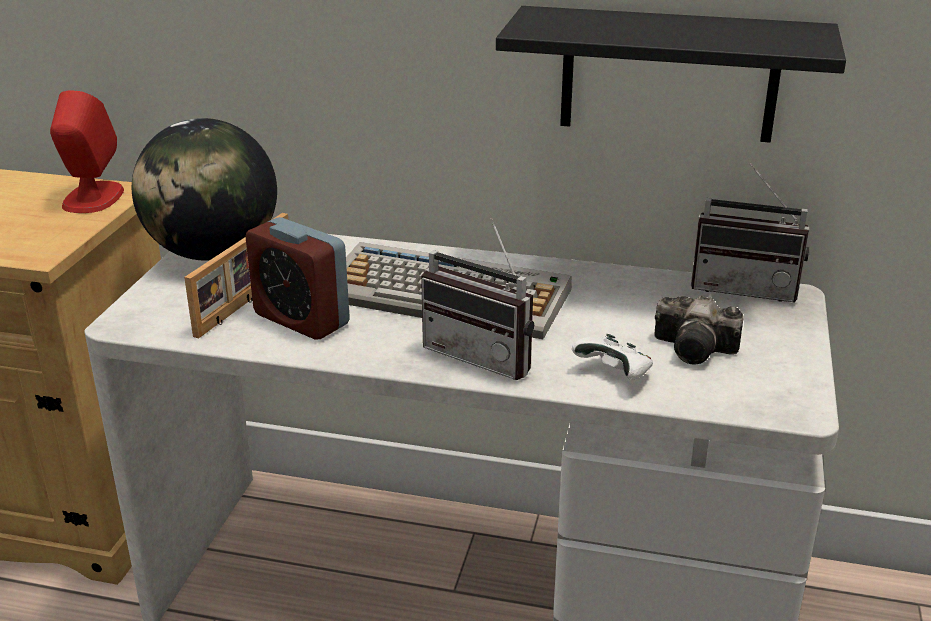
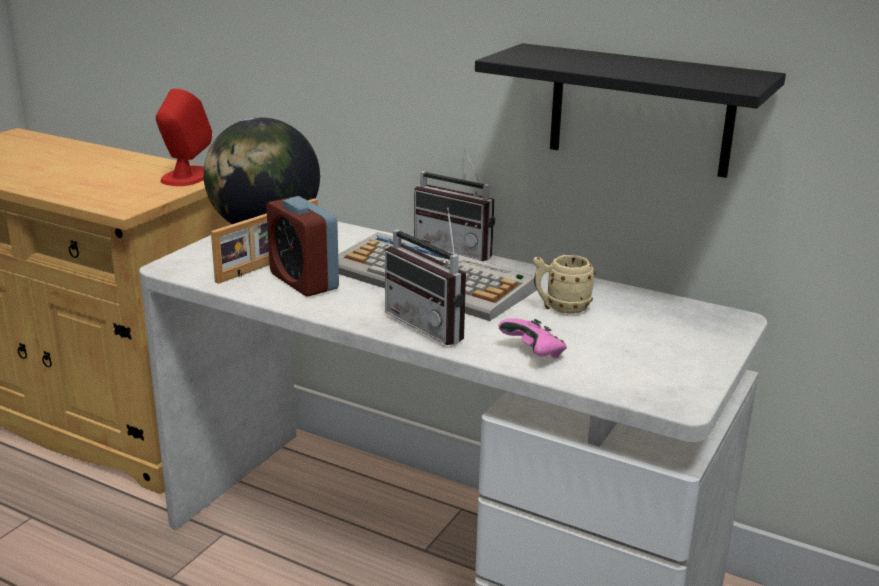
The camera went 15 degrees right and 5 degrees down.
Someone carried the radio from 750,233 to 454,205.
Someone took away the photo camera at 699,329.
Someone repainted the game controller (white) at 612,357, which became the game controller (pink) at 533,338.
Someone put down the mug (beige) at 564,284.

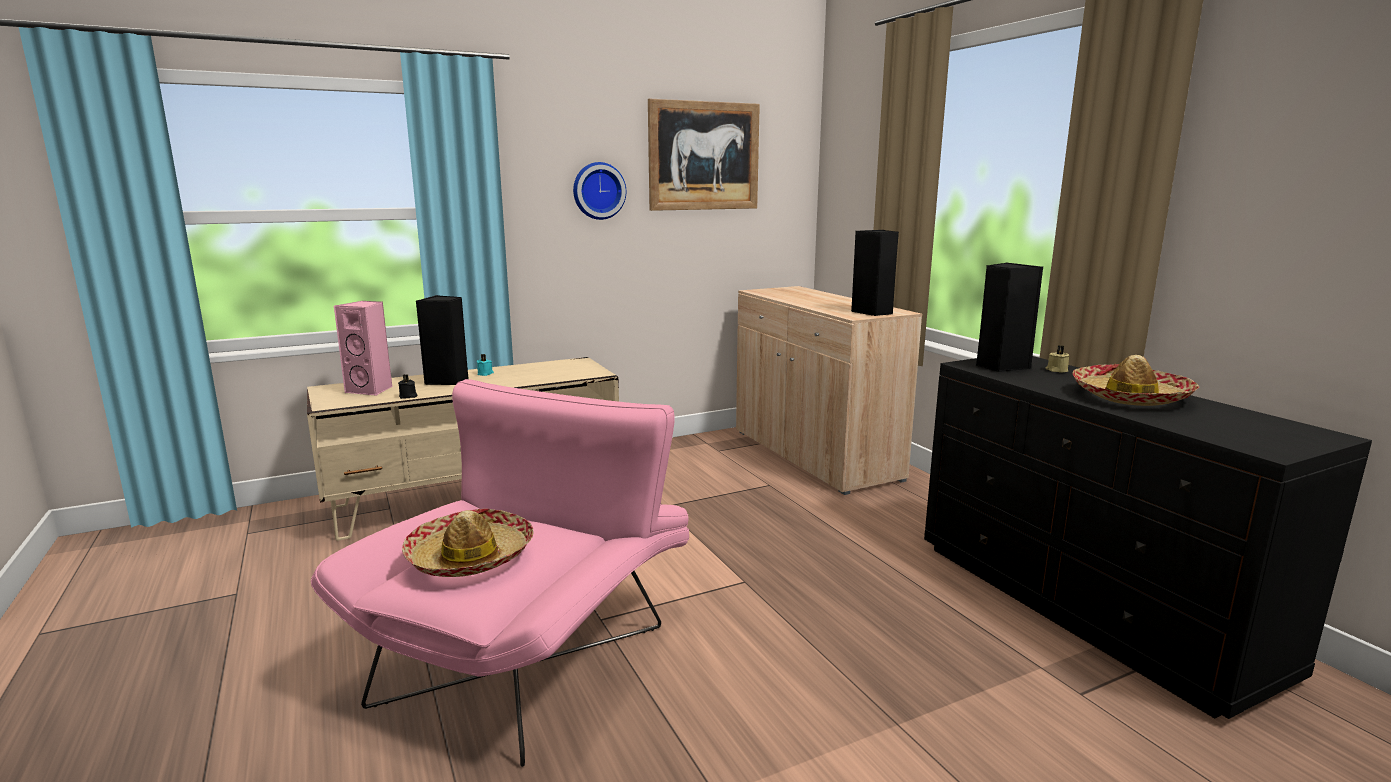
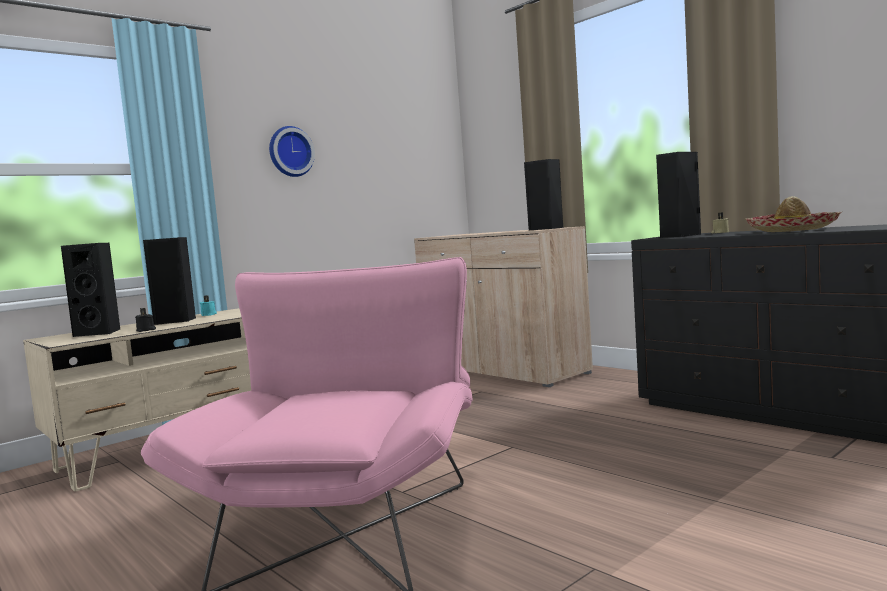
The camera went 15 degrees left and 10 degrees down.
Someone took away the picture at 704,155.
Someone repainted the speaker (pink) at 363,348, which became the speaker (black) at 90,290.
Someone took away the hat at 467,542.

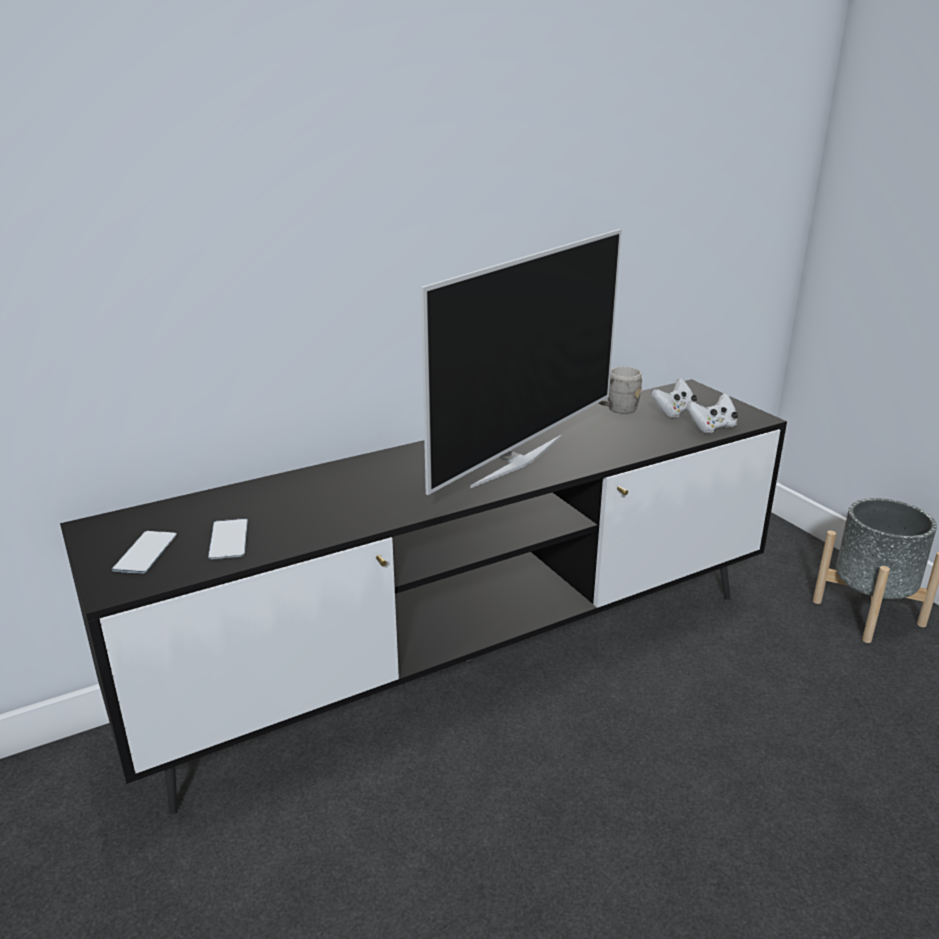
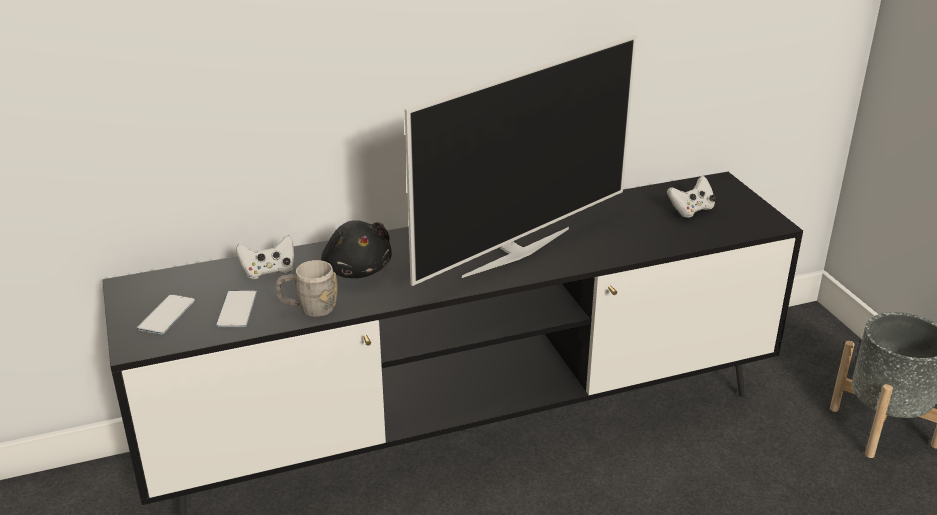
The camera went 10 degrees right and 5 degrees up.
Someone carried the mug (grey) from 620,390 to 306,288.
Someone carried the game controller (white) from 712,413 to 265,257.
Someone put down the plush toy (black) at 356,249.

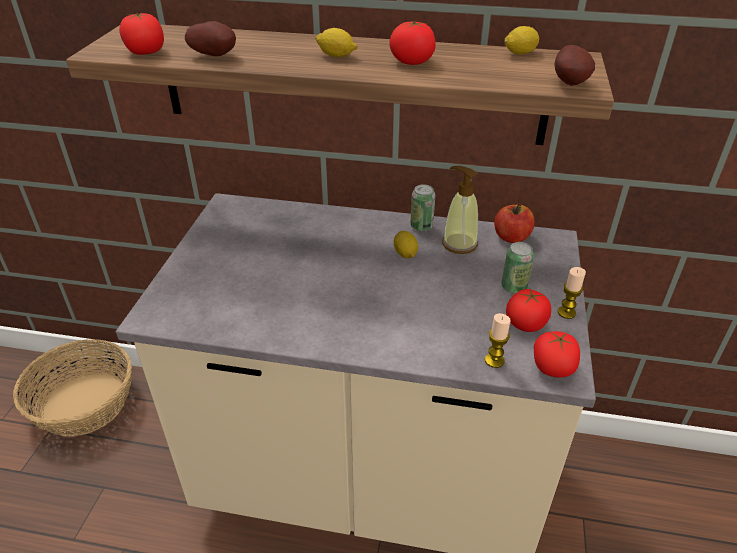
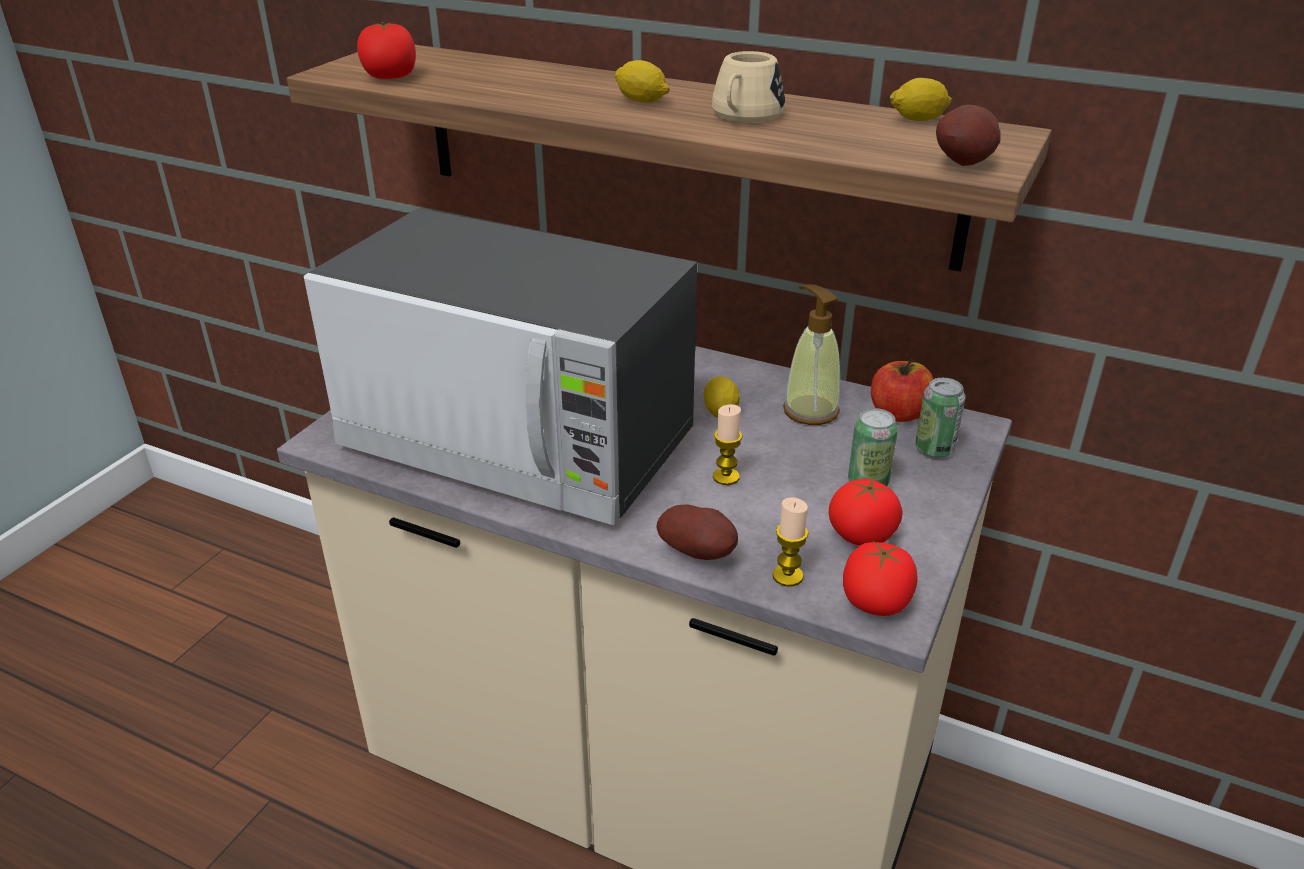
The camera went 15 degrees right and 5 degrees down.
Someone carried the potato from 210,38 to 697,532.
Someone swapped the tomato at 412,43 for the mug (beige) at 748,86.
Someone carried the can from 422,207 to 940,418.
Someone carried the candle from 572,293 to 727,444.
Someone took away the basket at 72,387.
Someone put down the microwave at 500,366.

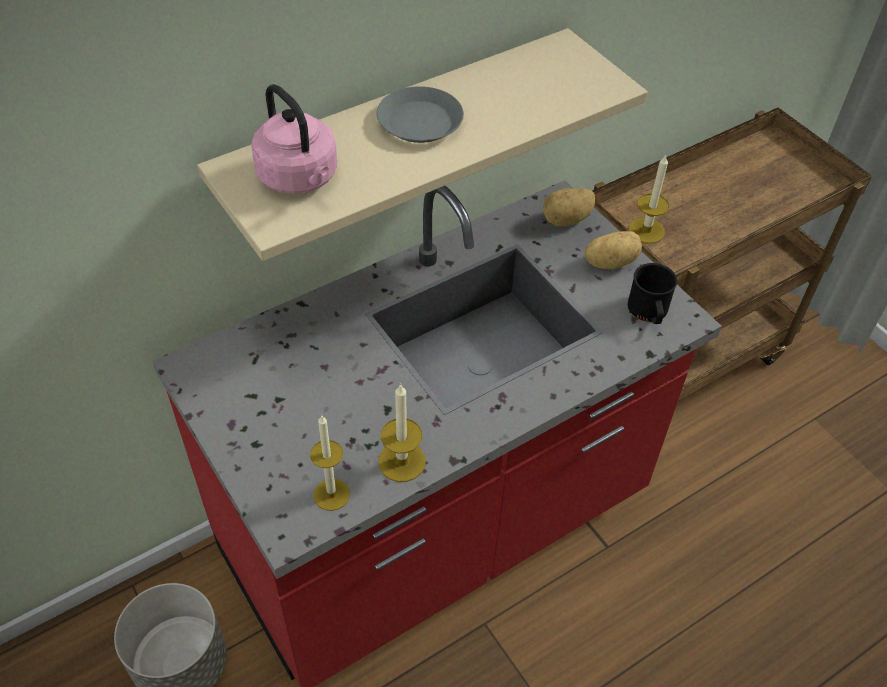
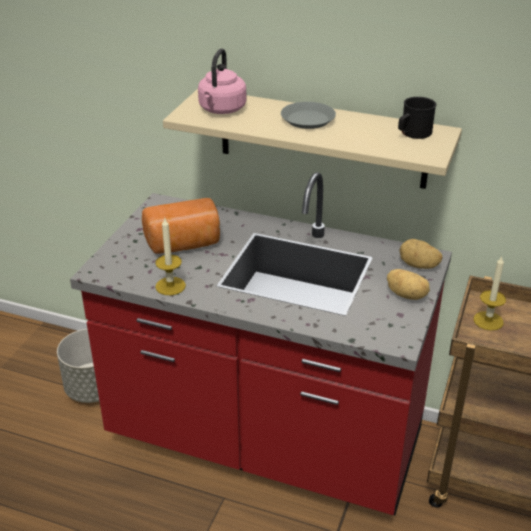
The camera went 55 degrees right and 15 degrees down.
Someone carried the mug (black) from 652,293 to 417,118.
Someone took away the candle at 330,463.
Someone put down the bread at 181,226.

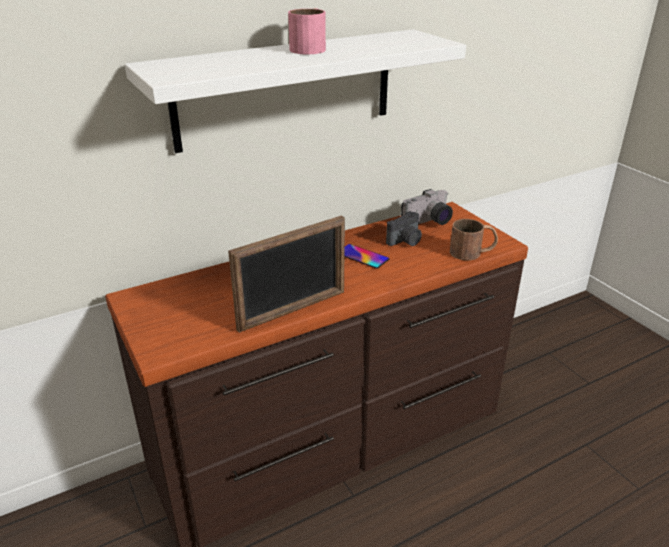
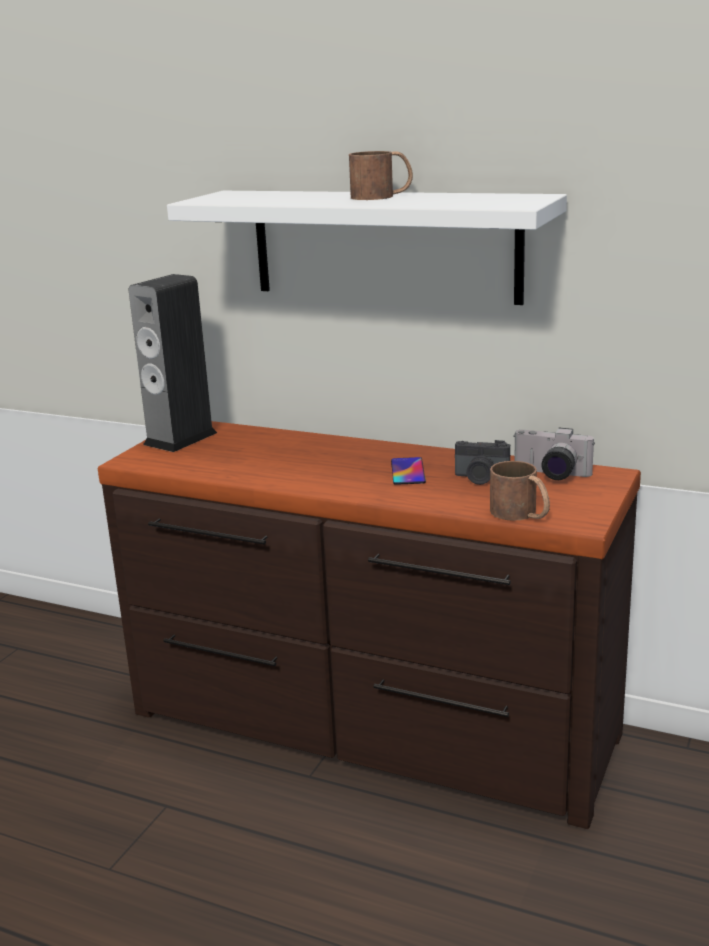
The camera went 55 degrees right and 10 degrees down.
Someone repainted the mug (pink) at 307,31, which became the mug (brown) at 381,175.
Someone took away the picture frame at 286,274.
Someone put down the speaker at 173,363.

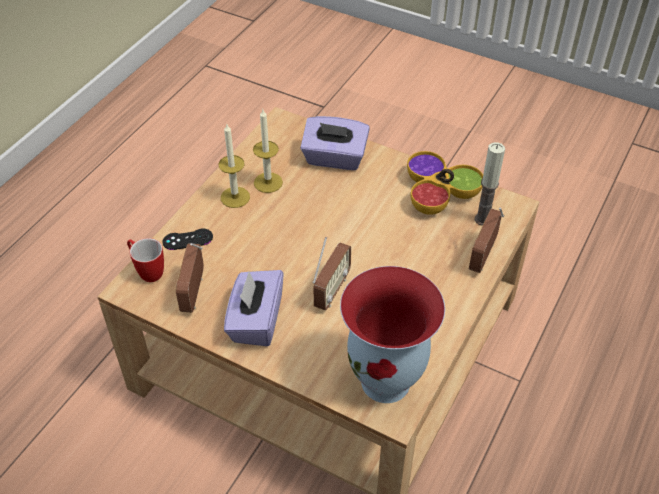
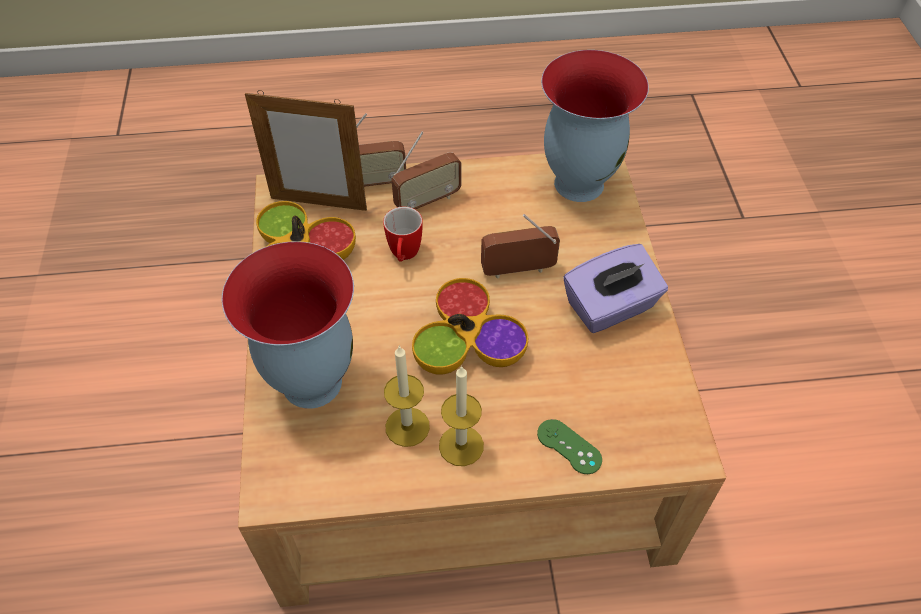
The camera went 125 degrees left and 5 degrees up.
Someone swapped the tissue box (purple) at 335,143 for the vase at 288,325.
Someone swapped the candle at 490,184 for the picture frame at 306,150.
Someone repainted the game controller (black) at 187,239, which became the game controller (green) at 569,446.
Someone carried the mug from 145,260 to 403,234.
Someone carried the radio from 190,277 to 426,170.
Someone put down the bowl at 470,326.

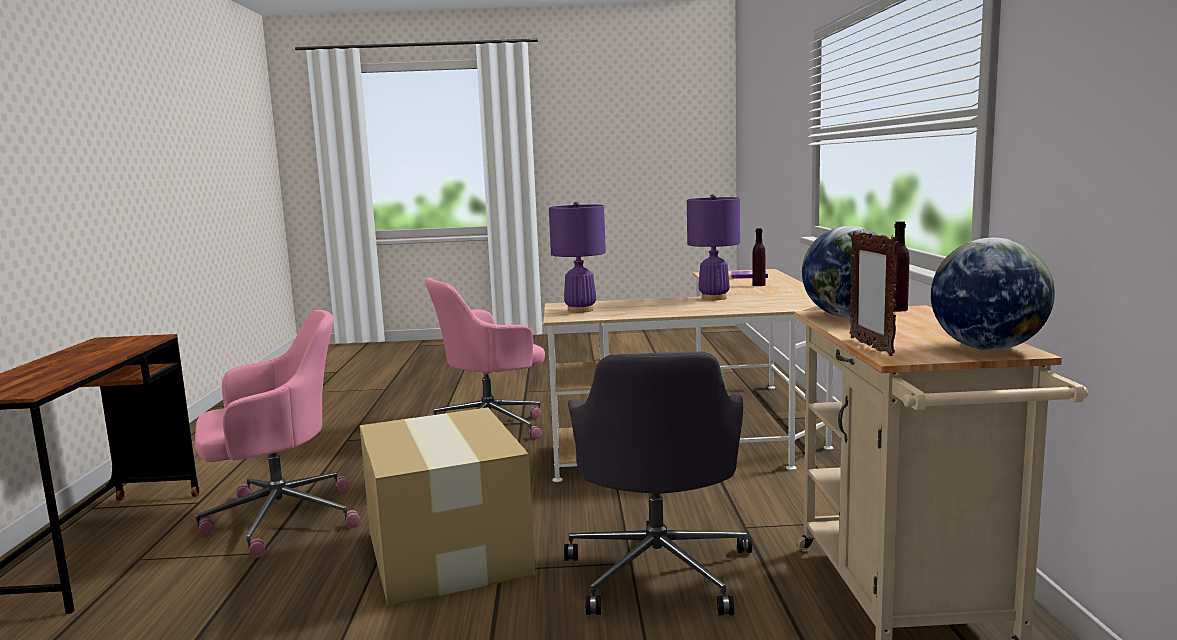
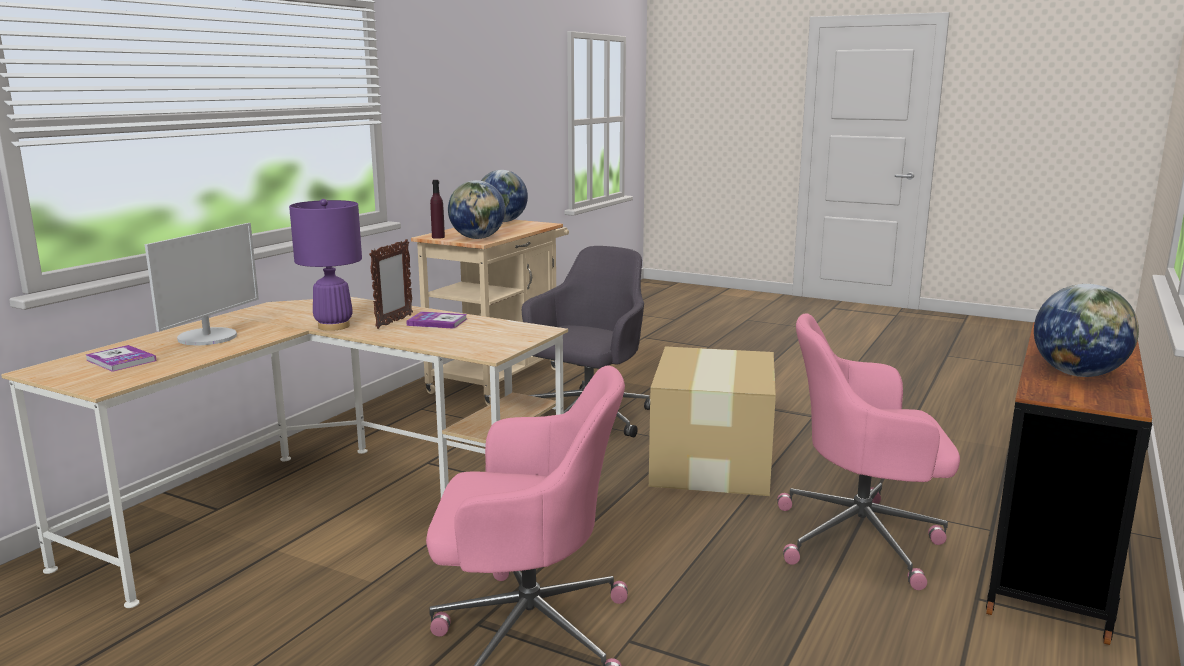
The camera went 150 degrees left and 5 degrees up.
Someone took away the table lamp (purple) at 577,257.
Someone swapped the bottle (purple) at 758,257 for the monitor at 202,284.
Someone carried the picture frame from 874,293 to 391,284.
Someone put down the globe at 1086,330.
Someone put down the book at 436,320.

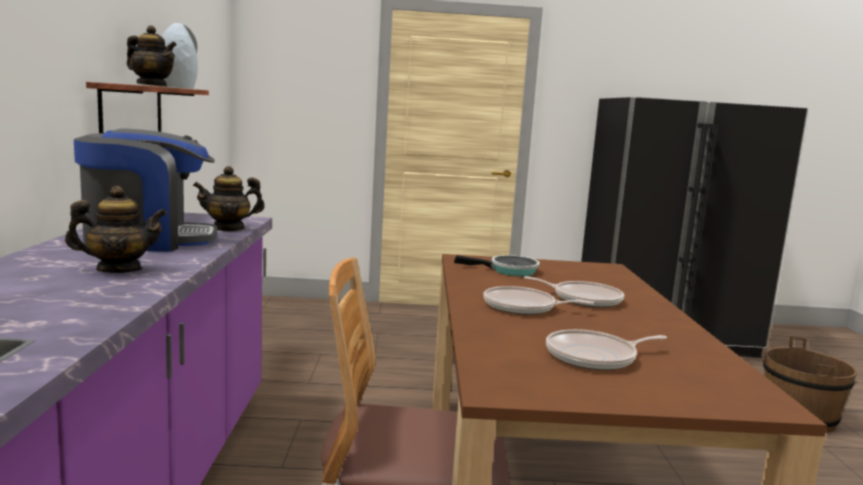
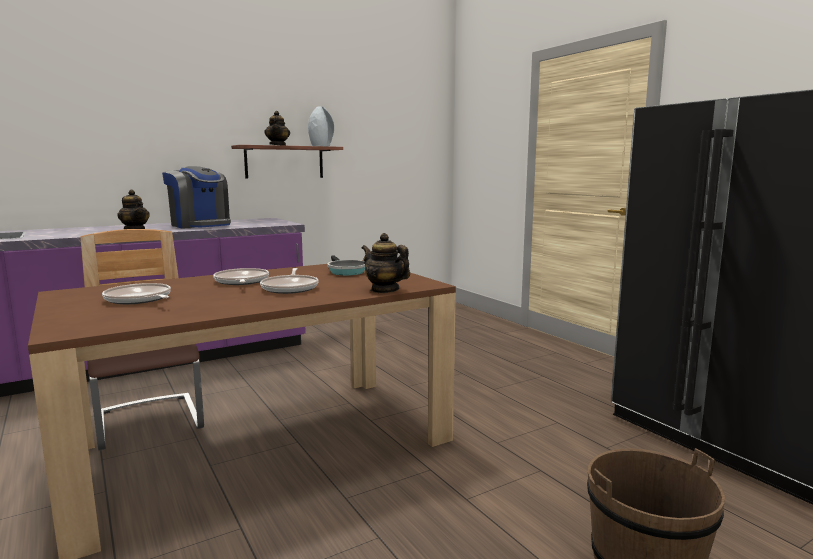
The camera went 60 degrees right and 0 degrees up.
Someone carried the teapot from 229,198 to 386,263.

